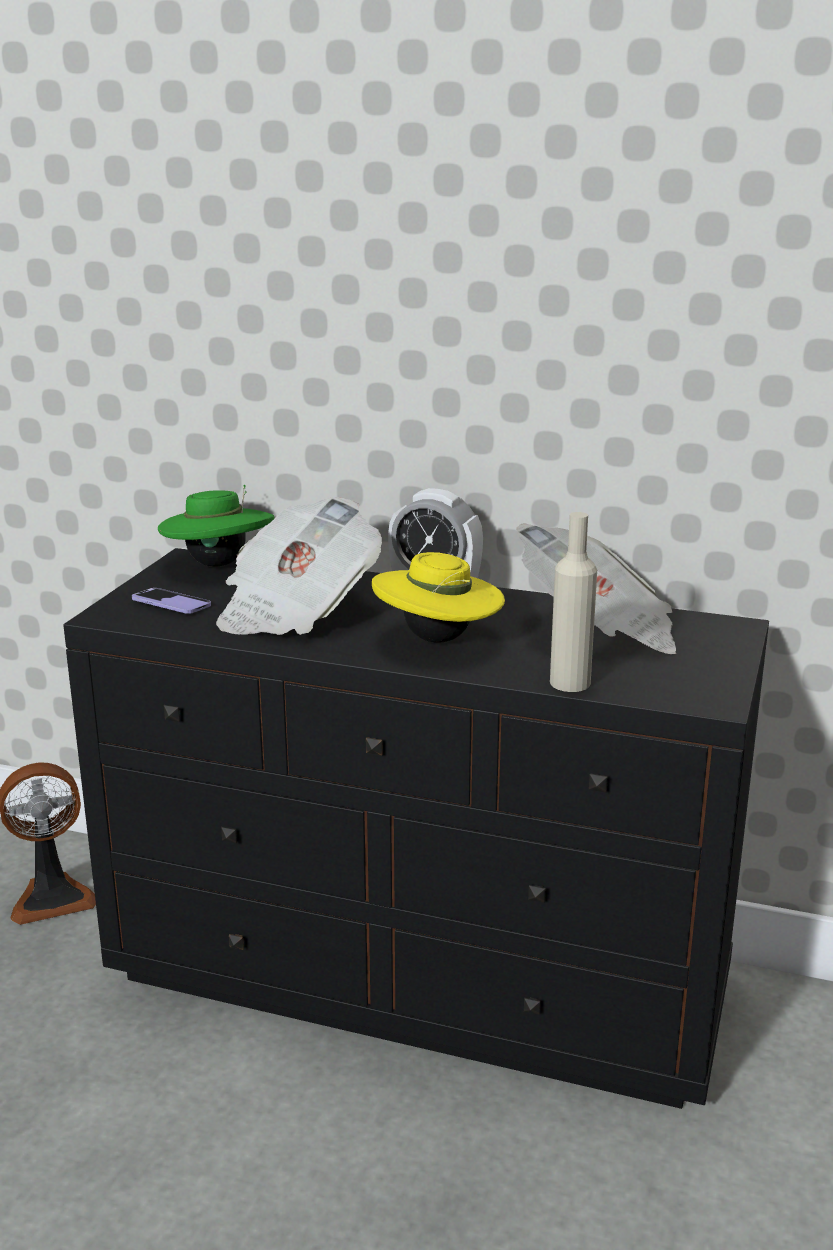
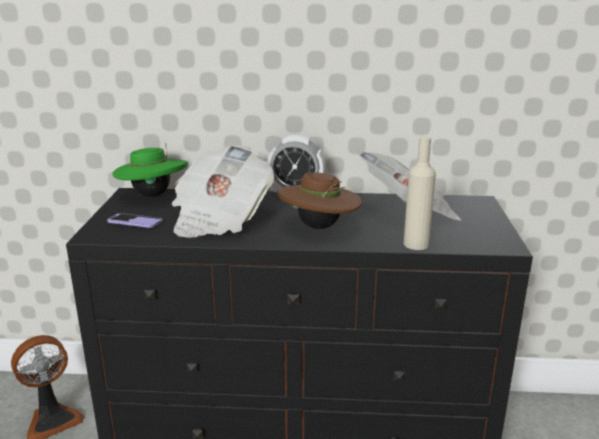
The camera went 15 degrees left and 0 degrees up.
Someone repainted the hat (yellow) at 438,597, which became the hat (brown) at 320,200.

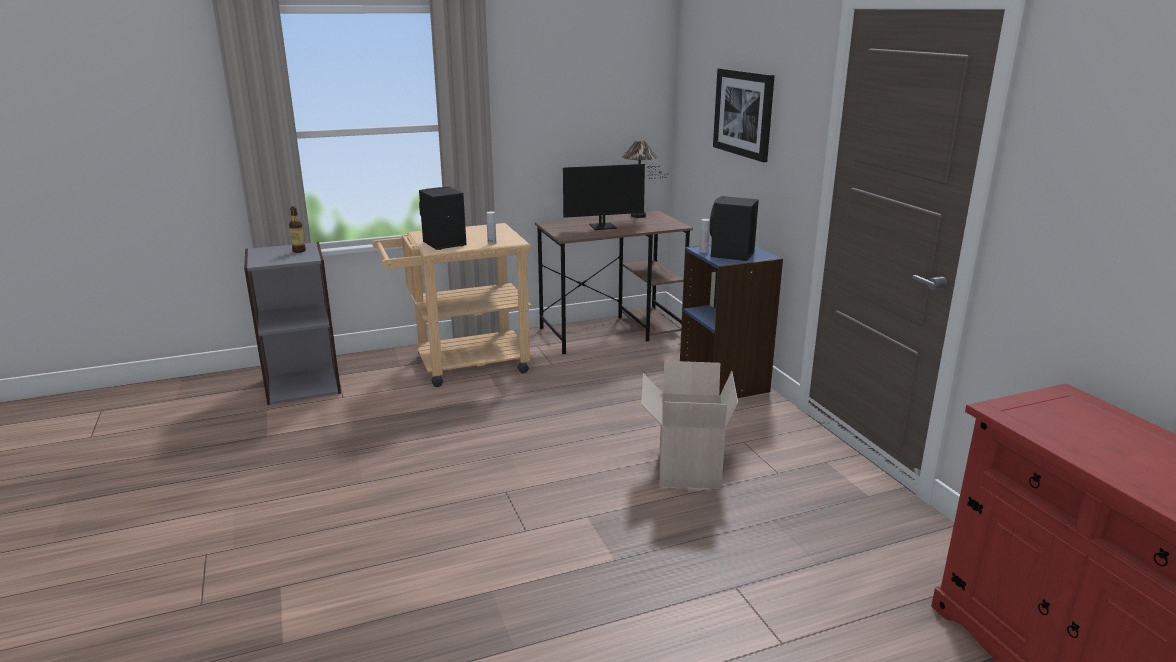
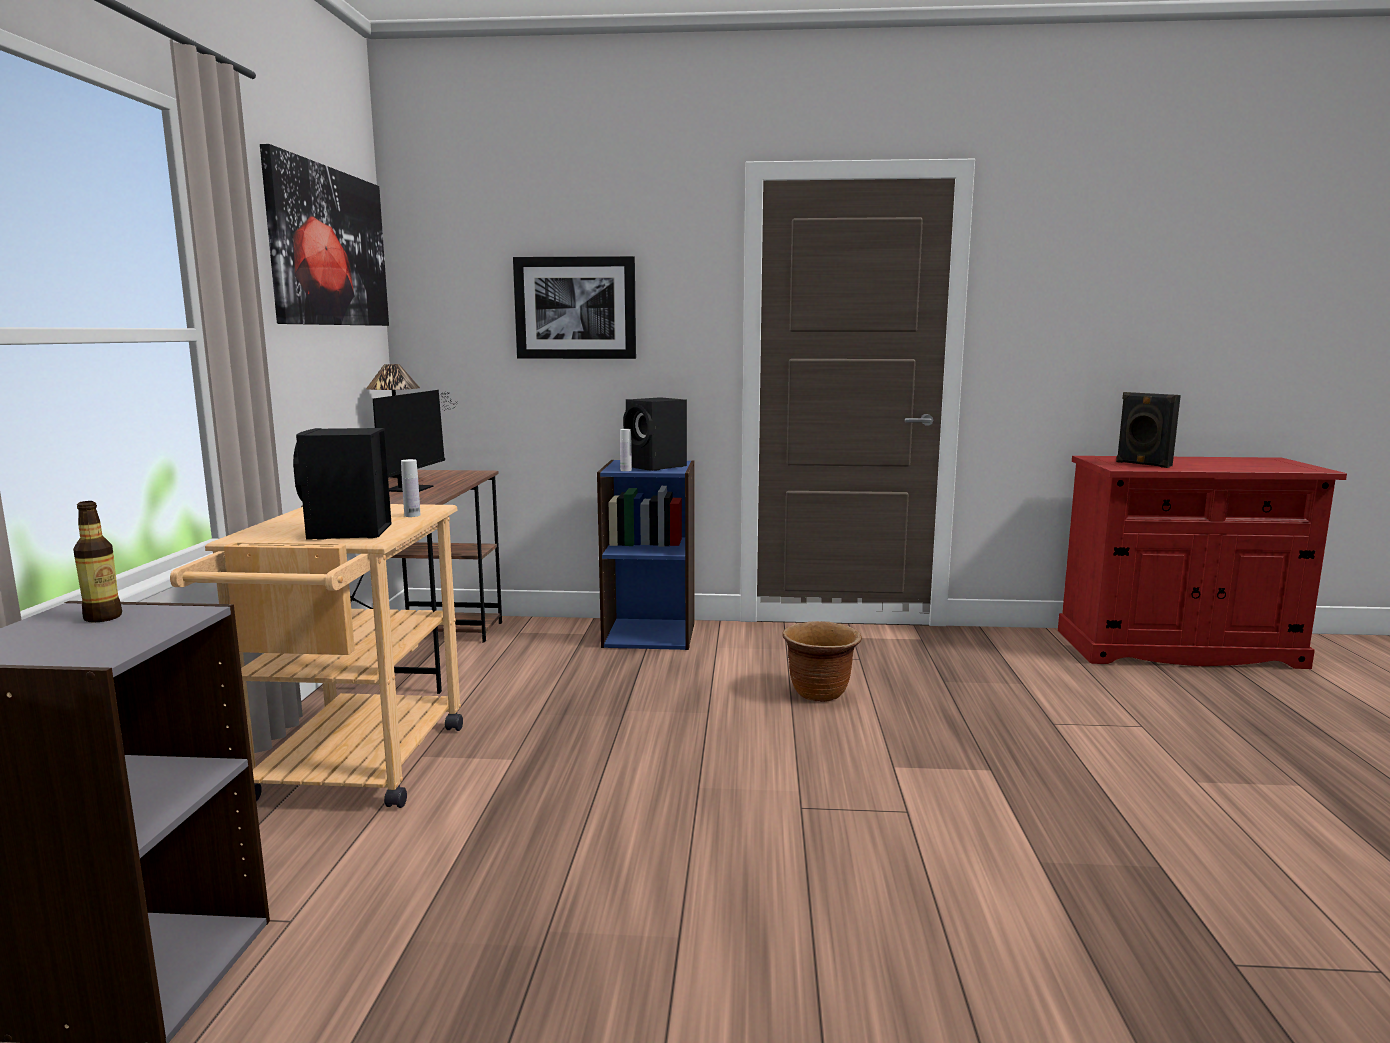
The camera went 65 degrees left and 10 degrees down.
Someone swapped the cardboard box at 689,425 for the planter (brown) at 822,661.
Someone put up the picture at 324,235.
Someone put down the speaker (black) at 1148,430.

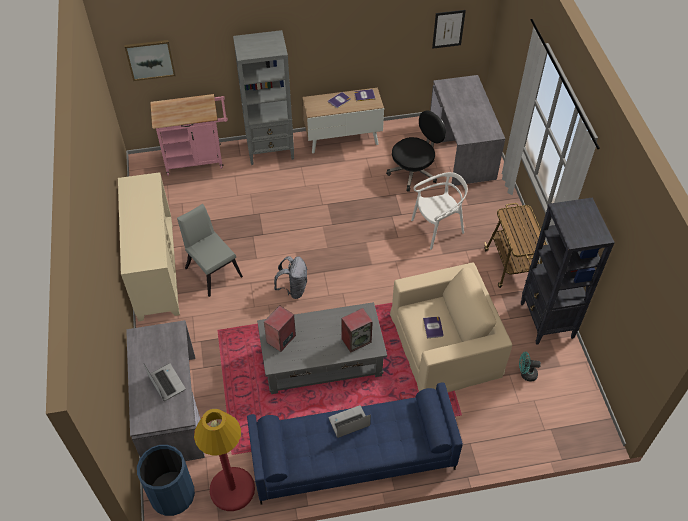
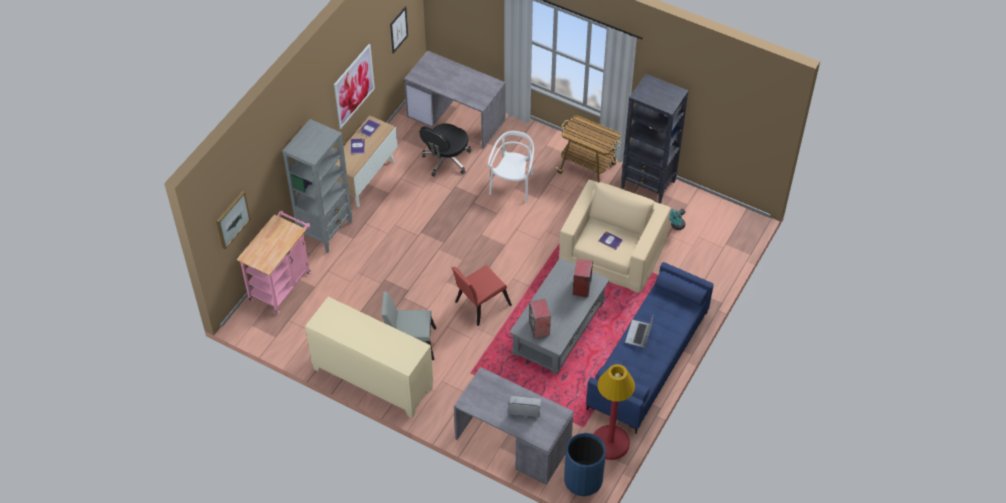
The camera went 50 degrees left and 0 degrees up.
Someone rotated the office chair (black) at 416,151 by 150 degrees counterclockwise.
Someone swapped the backpack (grey) at 290,277 for the chair (red) at 482,295.
Someone put up the picture at 354,86.

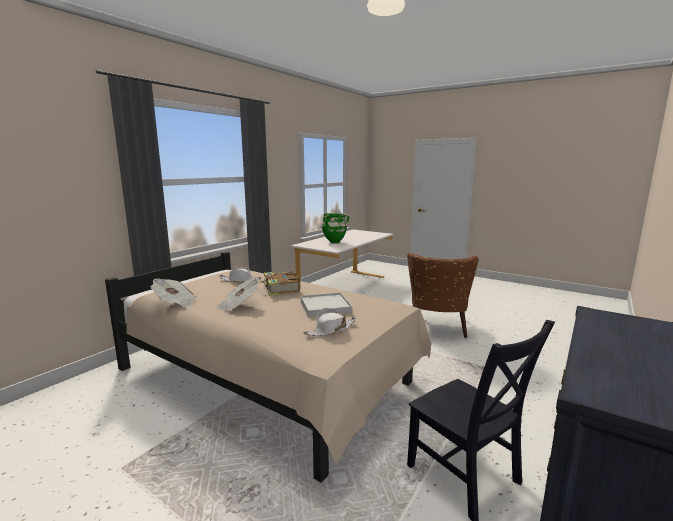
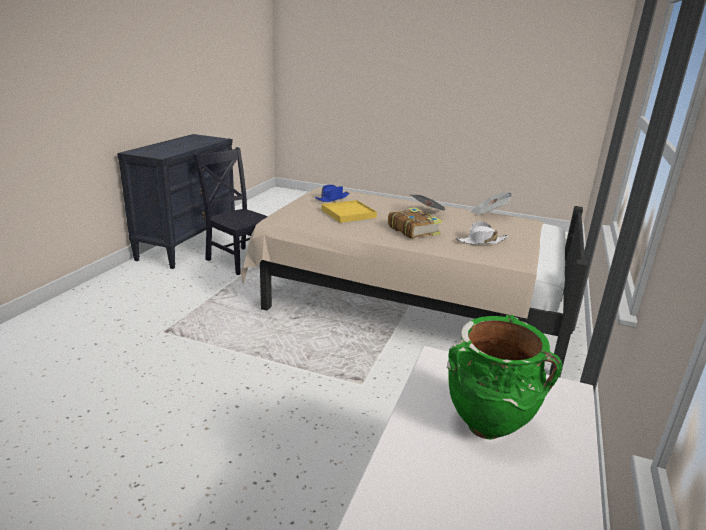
The camera went 165 degrees right and 10 degrees up.
Someone took away the armchair (brown) at 443,295.
Someone repainted the tray (white) at 326,305, which became the tray (yellow) at 349,211.
Someone repainted the hat (white) at 329,322, which became the hat (blue) at 332,193.

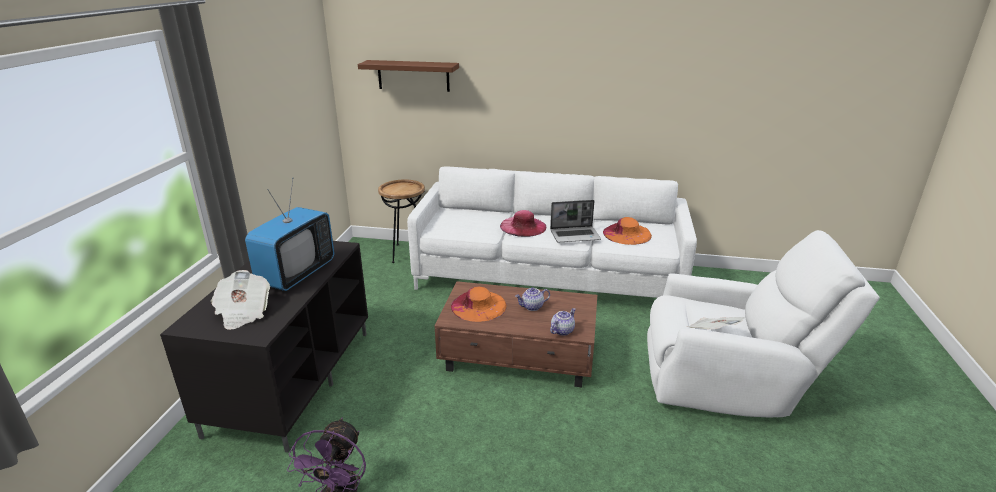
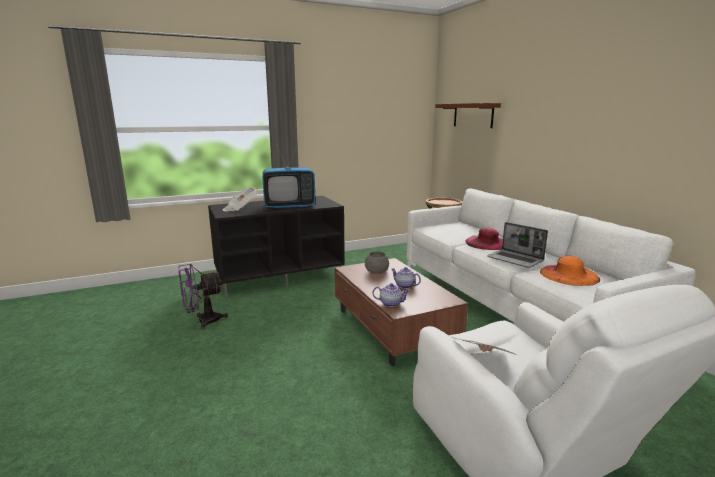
The camera went 55 degrees right and 10 degrees down.
Someone swapped the hat (orange) at 479,304 for the bowl (grey) at 377,262.

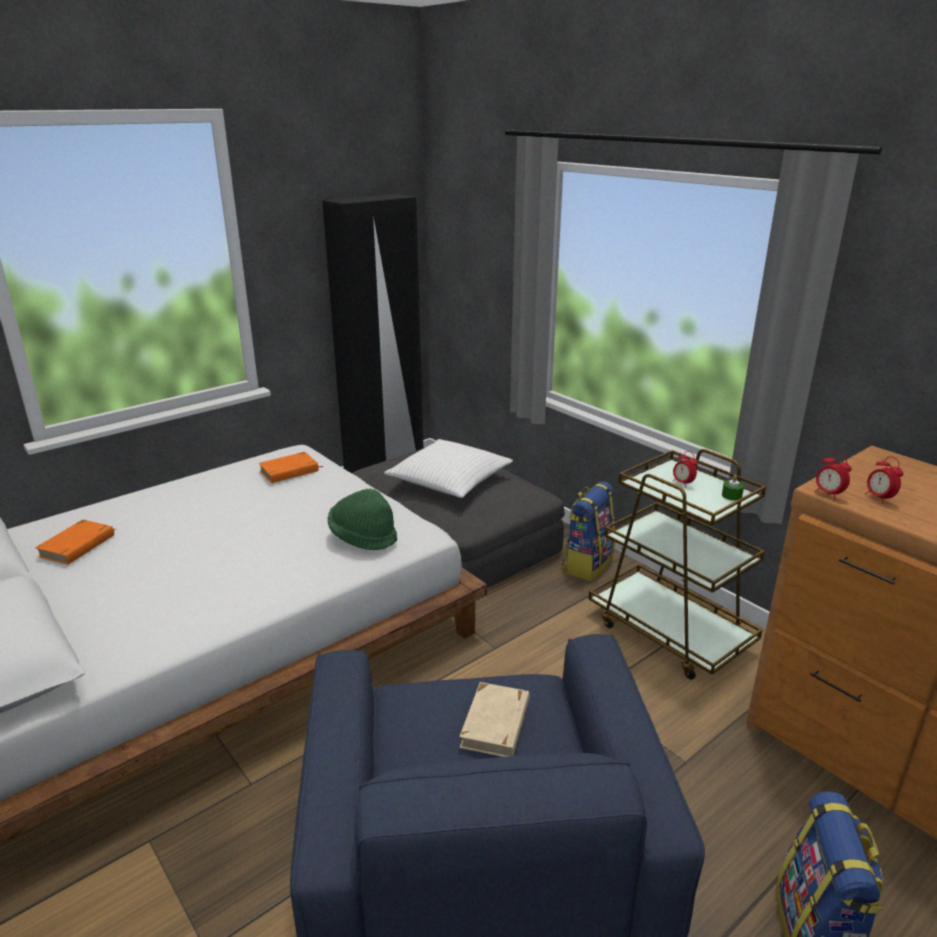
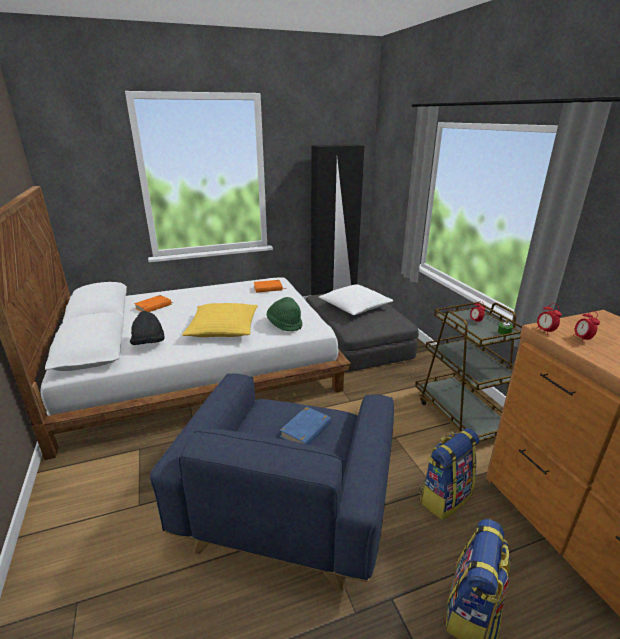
The camera went 20 degrees right and 0 degrees up.
Someone carried the backpack from 588,531 to 449,474.
Someone repainted the book (beige) at 494,719, which became the book (blue) at 305,426.
Someone put down the pillow (yellow) at 220,320.
Someone put down the hat (black) at 147,328.

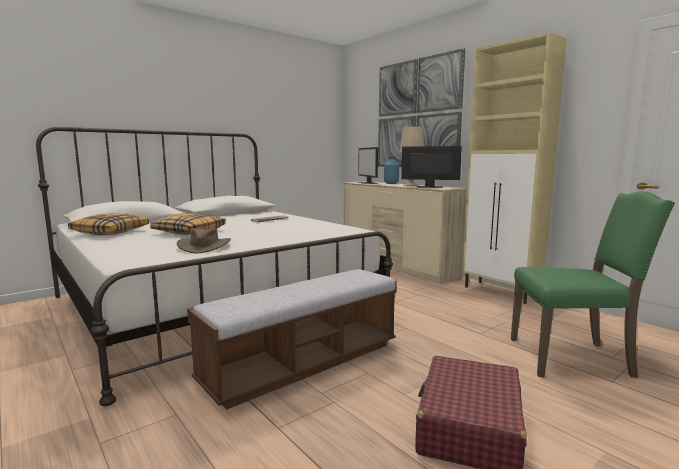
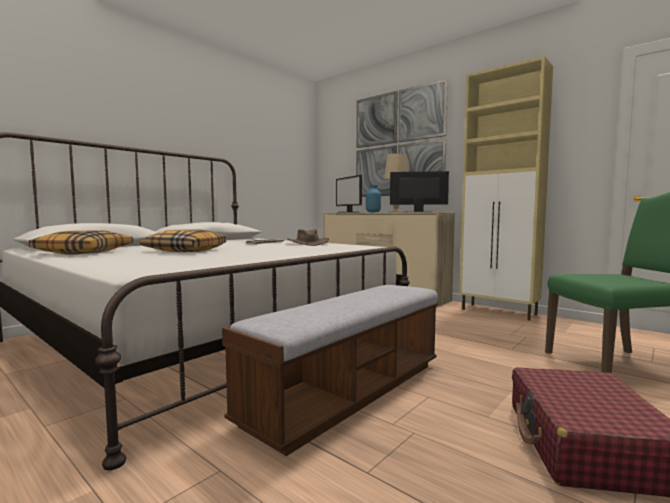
The camera went 10 degrees left and 5 degrees down.
Someone carried the hat (brown) from 204,240 to 308,237.

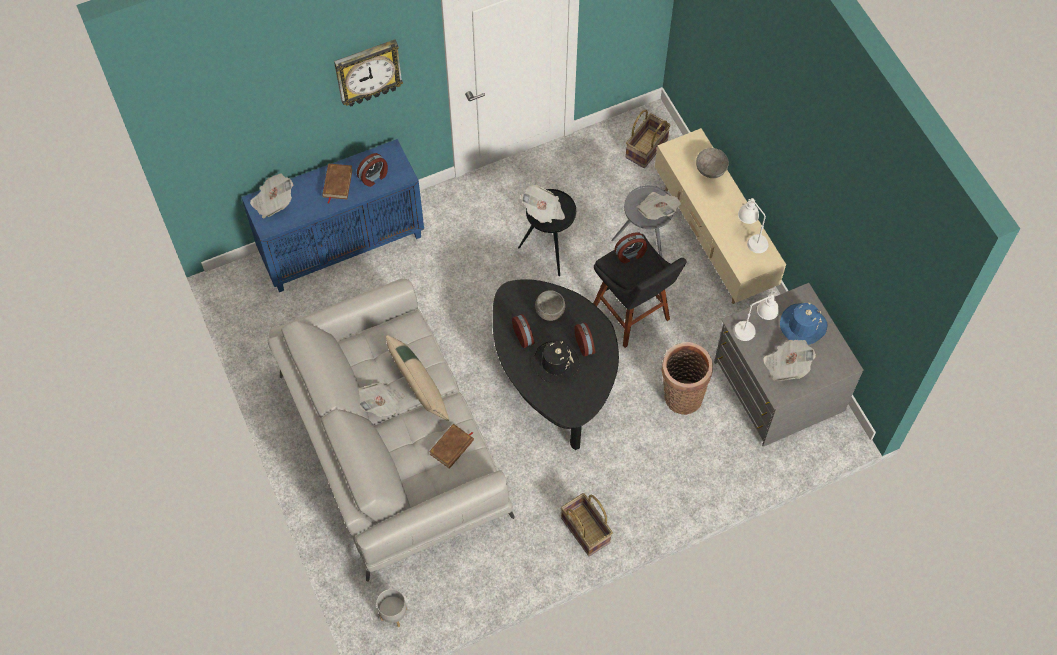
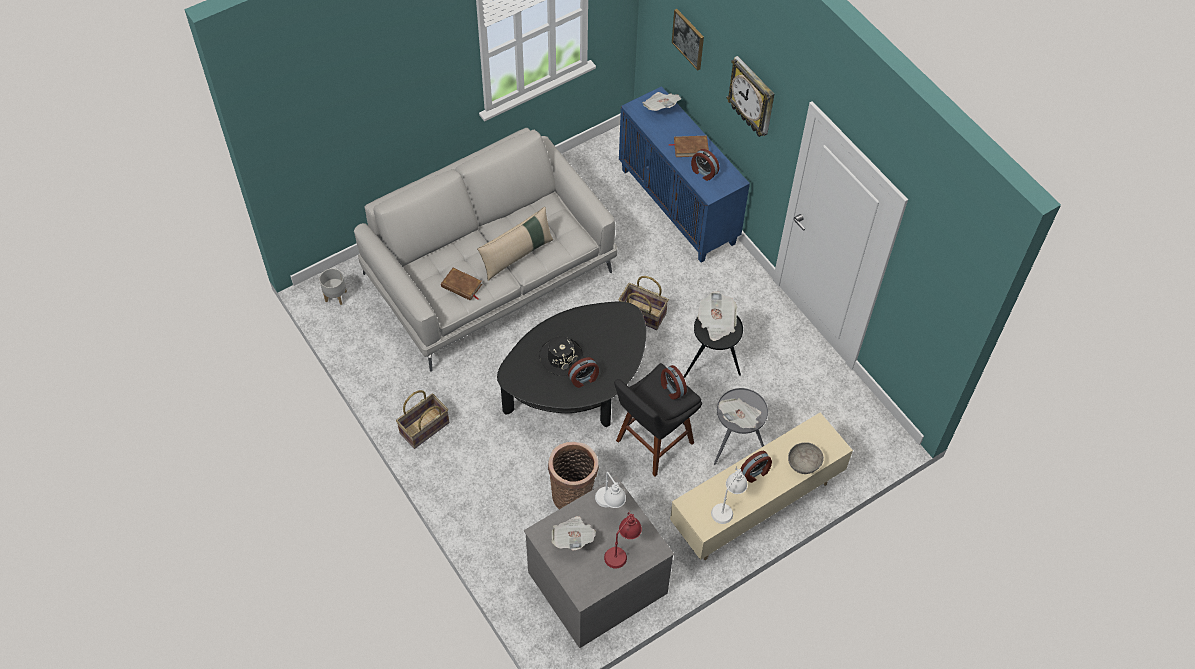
The camera went 80 degrees right and 5 degrees down.
Someone carried the basket from 648,139 to 643,303.
Someone took away the bowl (grey) at 550,305.
Someone swapped the hat (blue) at 803,323 for the table lamp (red) at 623,539.
Someone carried the alarm clock from 523,331 to 756,467.
Someone took away the newspaper at 381,400.
Someone put up the picture at 688,40.

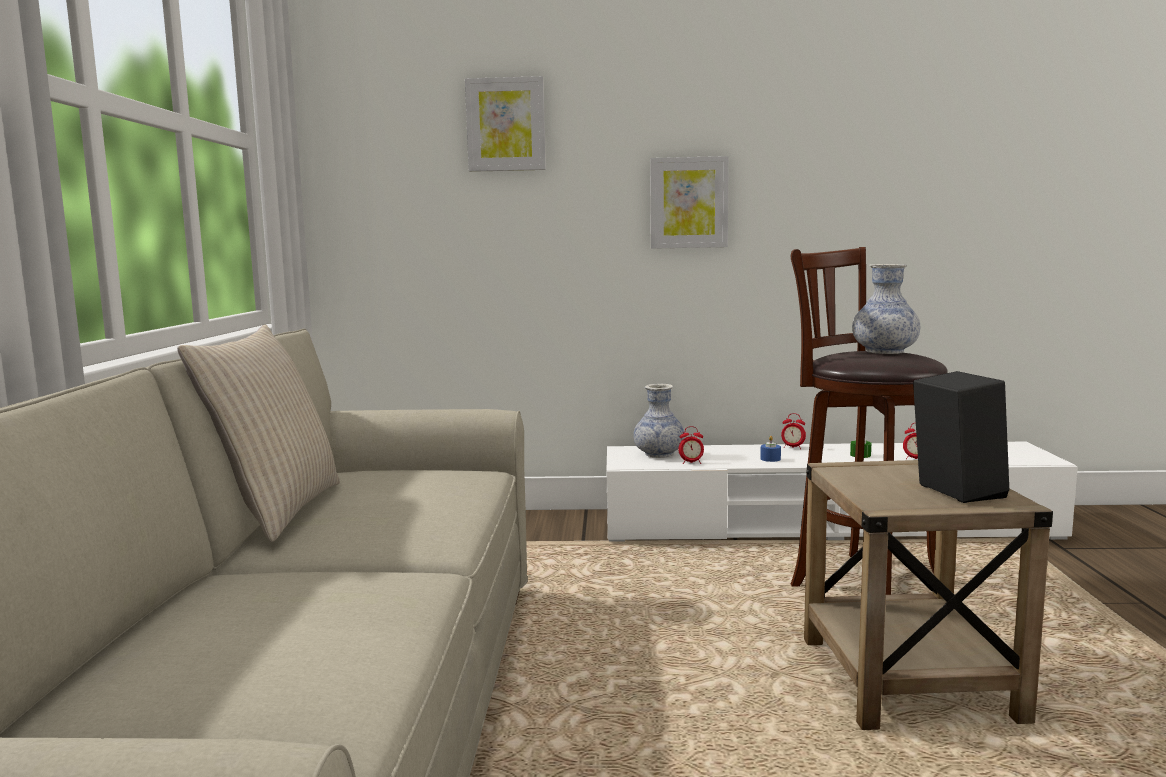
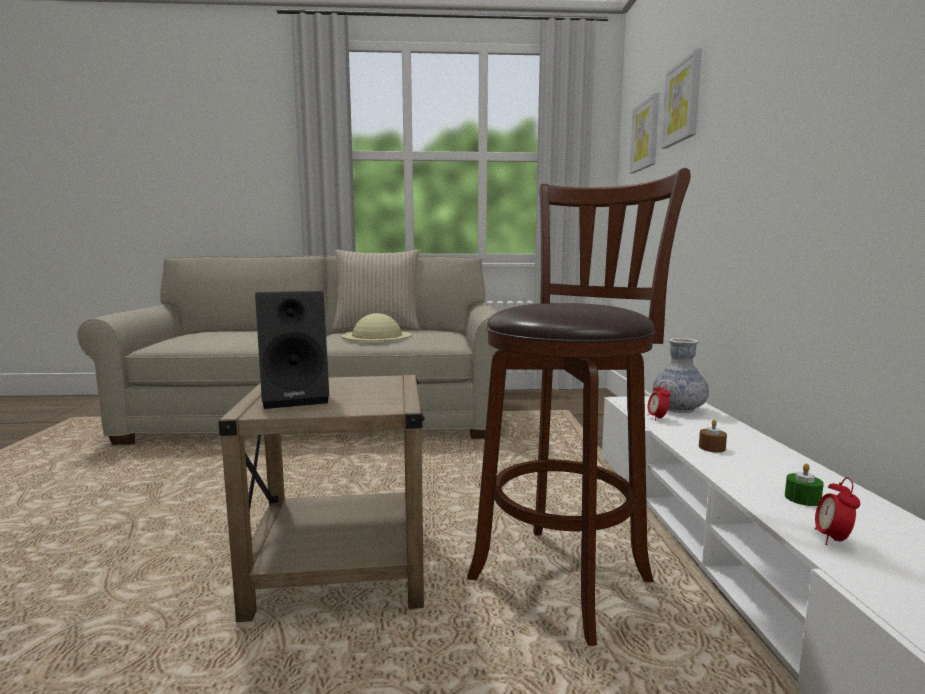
The camera went 85 degrees right and 0 degrees up.
Someone carried the picture from 689,202 to 644,133.
Someone took away the vase at 886,309.
Someone took away the alarm clock at 793,431.
Someone repainted the candle (blue) at 770,449, which became the candle (brown) at 713,436.
Someone put down the hat (beige) at 377,327.

